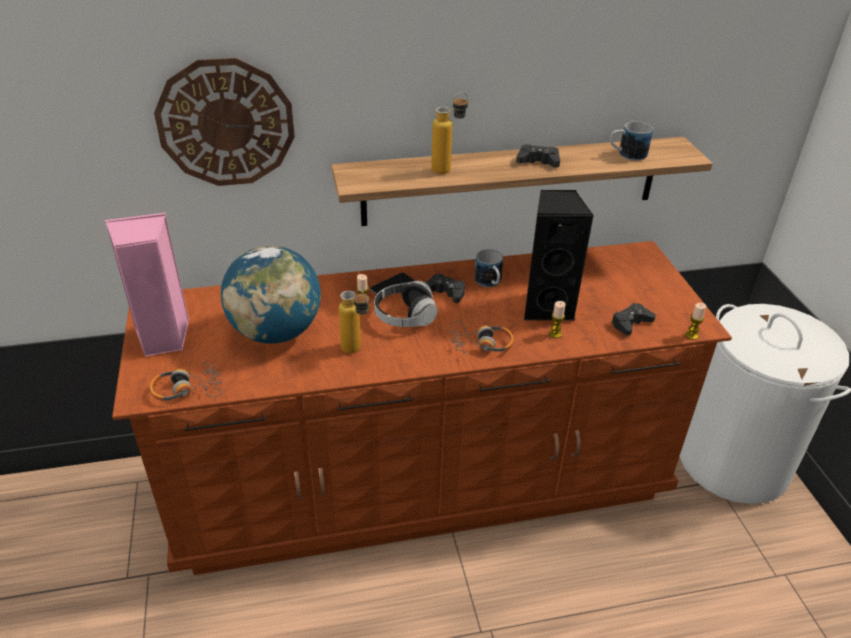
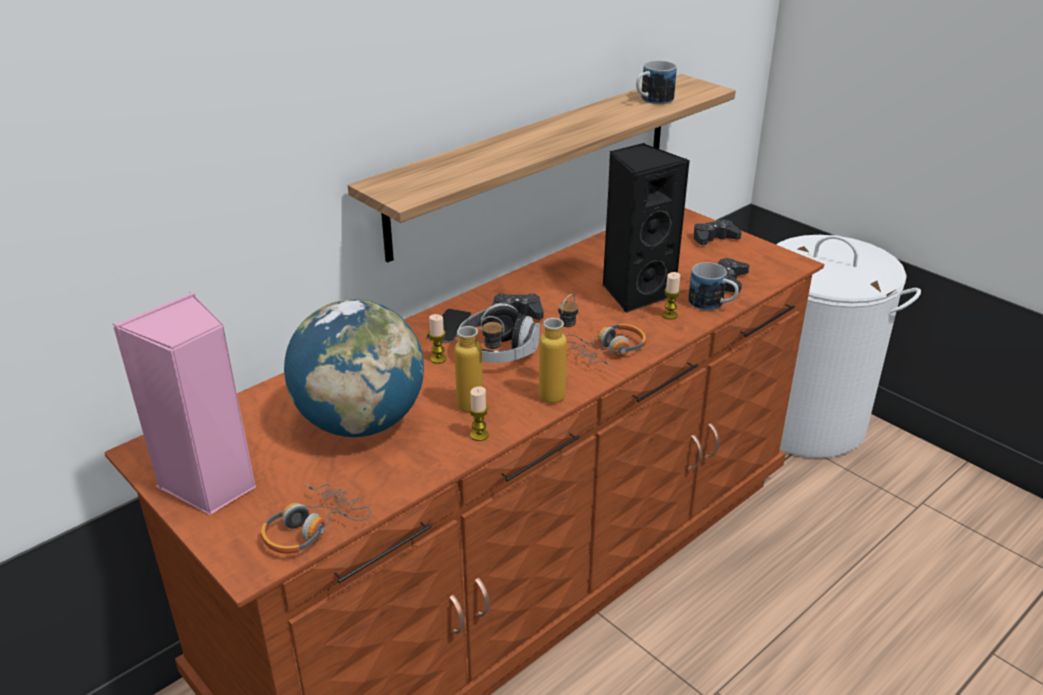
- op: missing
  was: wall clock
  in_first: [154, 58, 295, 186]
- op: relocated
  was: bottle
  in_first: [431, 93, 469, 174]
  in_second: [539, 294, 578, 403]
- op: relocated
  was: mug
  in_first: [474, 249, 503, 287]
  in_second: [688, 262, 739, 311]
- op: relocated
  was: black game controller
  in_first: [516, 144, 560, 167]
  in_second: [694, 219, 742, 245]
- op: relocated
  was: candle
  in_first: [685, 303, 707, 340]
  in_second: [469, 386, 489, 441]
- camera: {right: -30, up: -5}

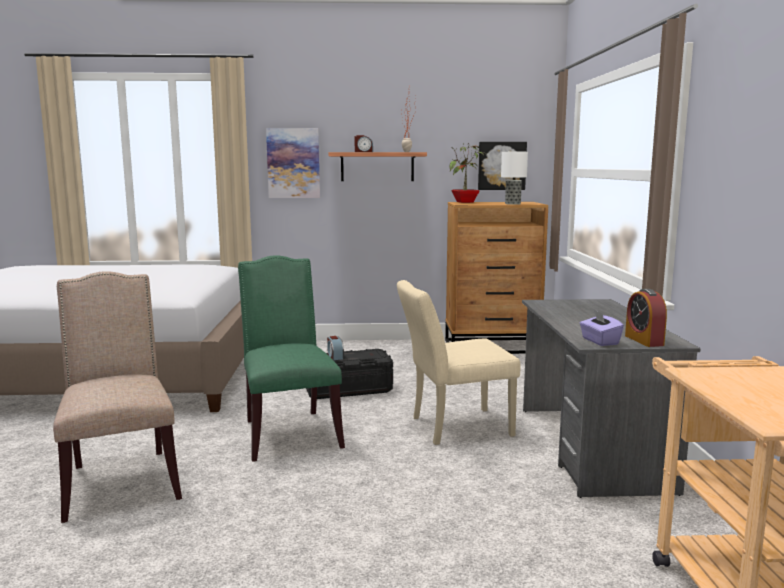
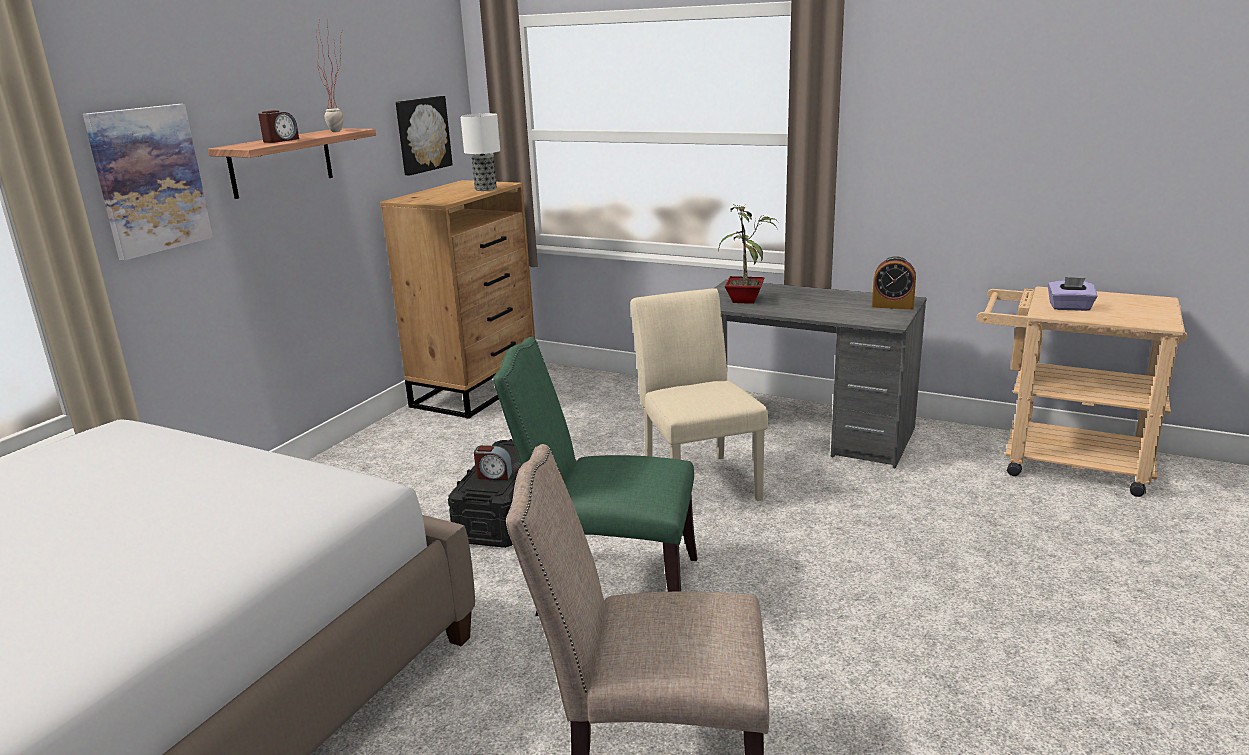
- op: spun
  was: beige chair
  in_first: [397, 280, 520, 445]
  in_second: [630, 288, 768, 501]
  clockwise: 150
- op: relocated
  was: potted plant
  in_first: [449, 142, 485, 203]
  in_second: [718, 204, 779, 304]
- op: relocated
  was: purple tissue box
  in_first: [580, 310, 624, 346]
  in_second: [1048, 277, 1098, 311]
- camera: {right: -60, up: 10}

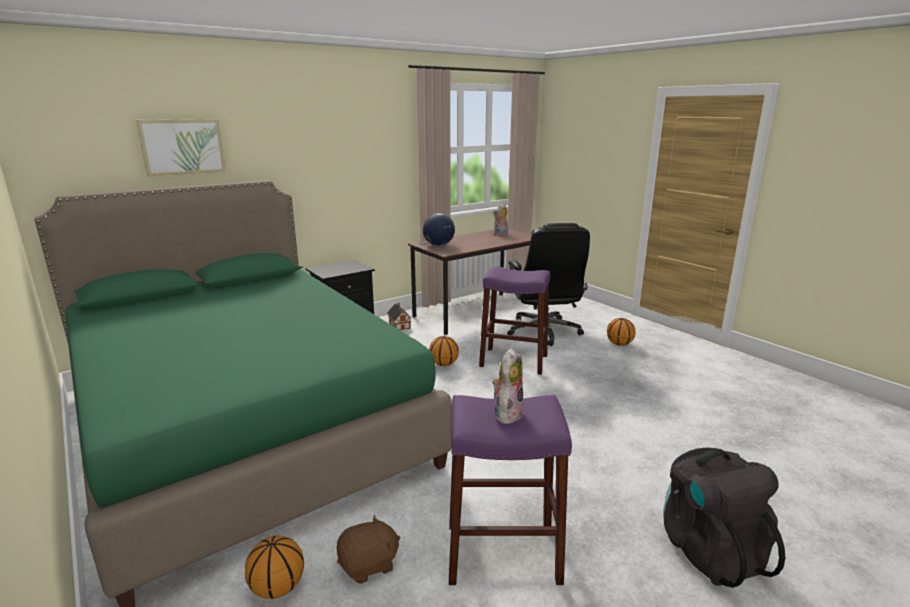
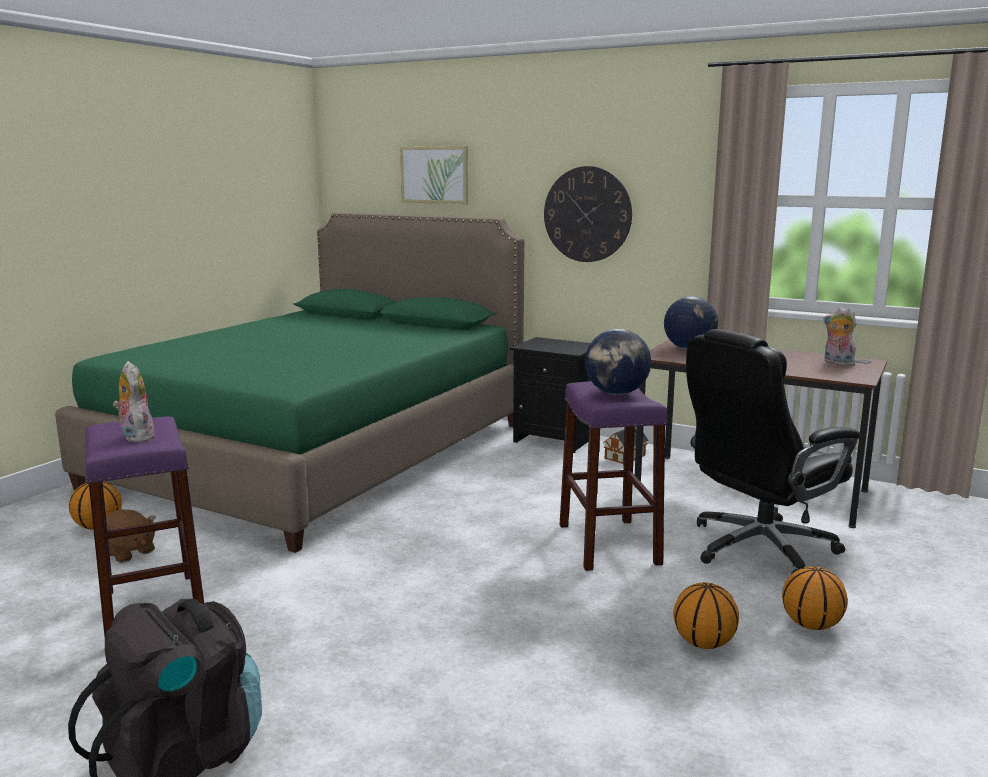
- op: relocated
  was: basketball
  in_first: [429, 336, 459, 366]
  in_second: [673, 583, 739, 649]
- op: spun
  was: plush toy
  in_first: [492, 348, 524, 424]
  in_second: [113, 361, 155, 442]
  clockwise: -120
- op: appeared
  now: wall clock
  in_second: [544, 166, 632, 262]
- op: appeared
  now: globe
  in_second: [585, 329, 651, 395]
- camera: {right: 65, up: -5}

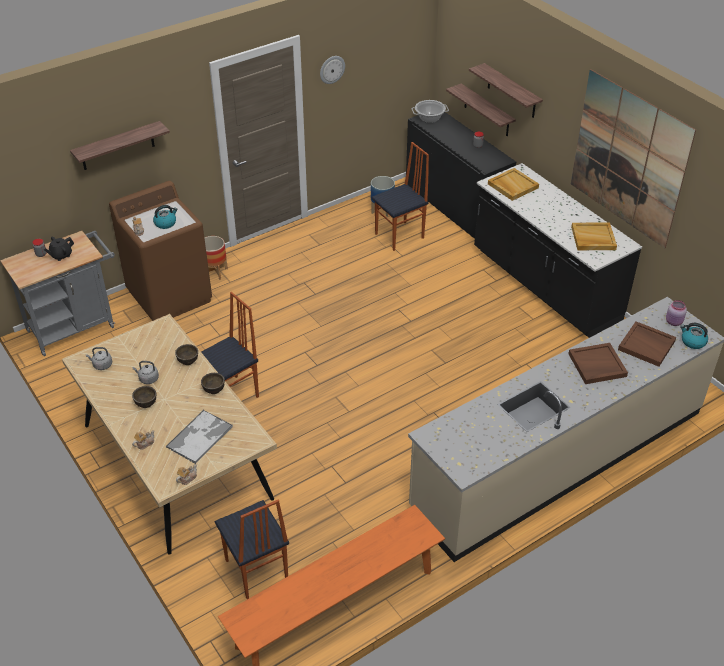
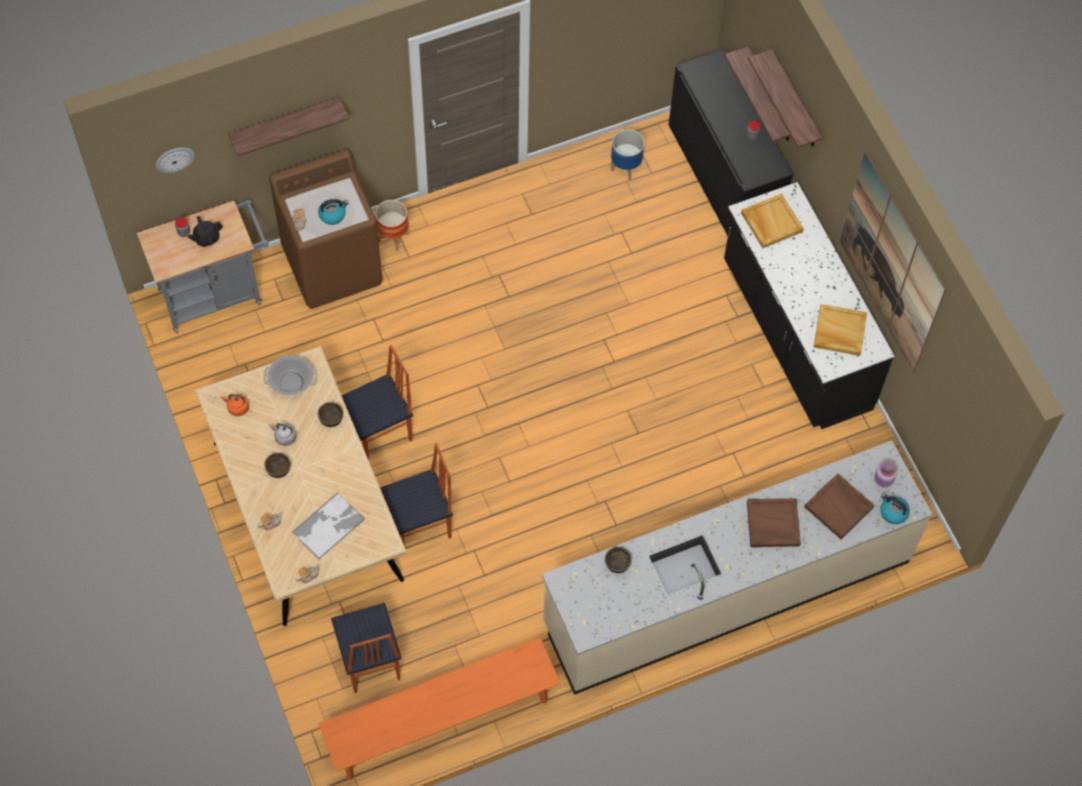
- op: colour
  was: grey kettle
  now: orange kettle
  in_first: [86, 347, 112, 370]
  in_second: [221, 394, 249, 416]
- op: relocated
  was: brown bowl
  in_first: [201, 373, 225, 394]
  in_second: [605, 547, 632, 573]
- op: relocated
  was: wall clock
  in_first: [320, 56, 345, 84]
  in_second: [156, 147, 195, 173]
- op: relocated
  was: chair
  in_first: [372, 142, 429, 251]
  in_second: [380, 443, 453, 555]
- op: relocated
  was: cooking pot
  in_first: [412, 100, 449, 123]
  in_second: [264, 355, 317, 395]
- camera: {right: 10, up: 20}

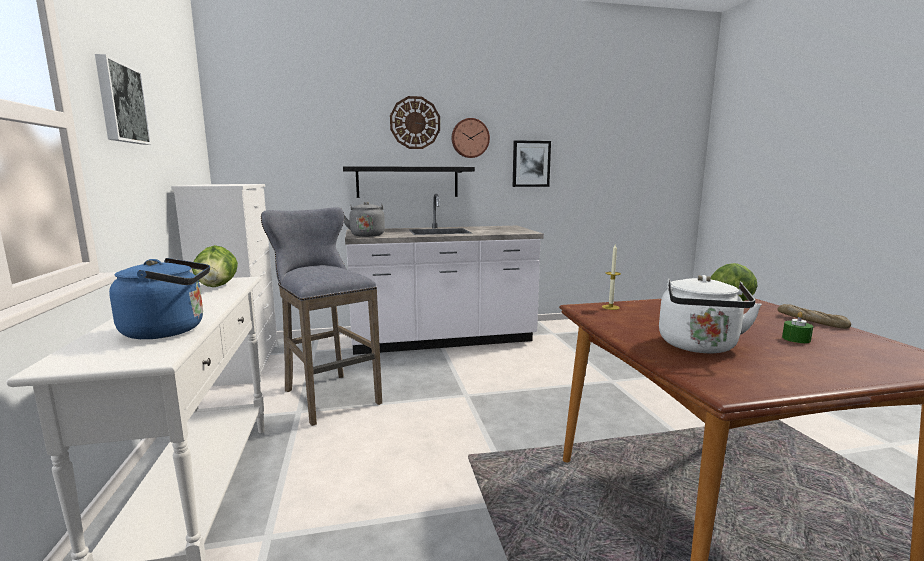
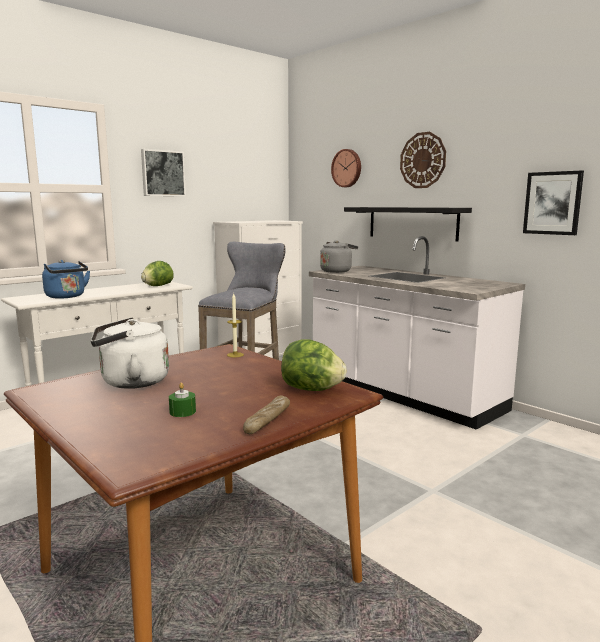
- op: relocated
  was: wall clock
  in_first: [452, 118, 490, 158]
  in_second: [331, 149, 361, 187]
- camera: {right: 60, up: 0}

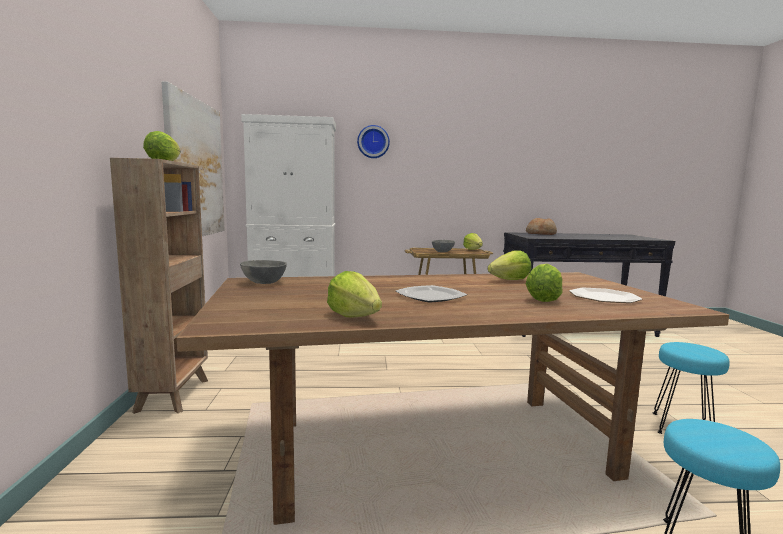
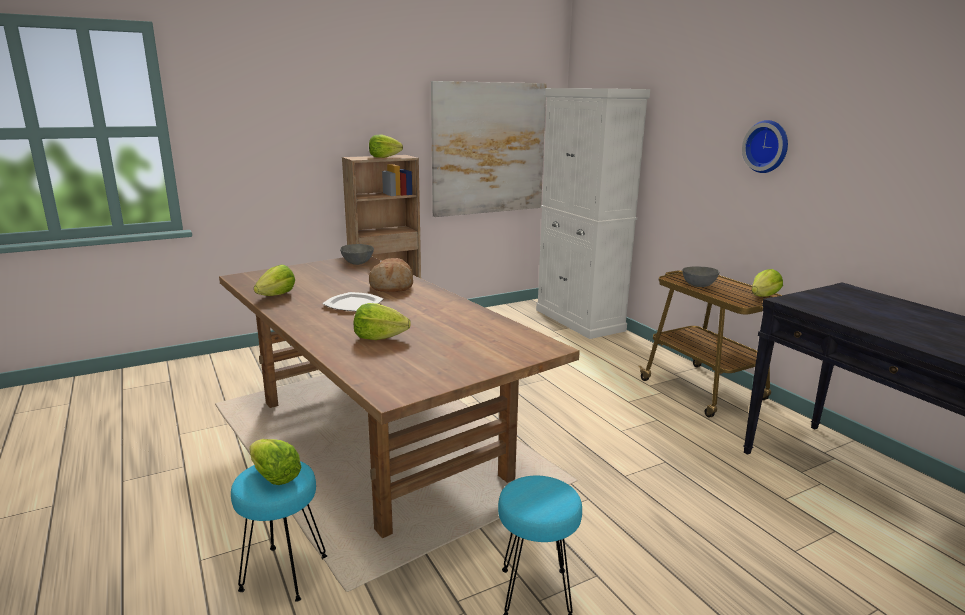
- op: relocated
  was: wall clock
  in_first: [357, 125, 390, 158]
  in_second: [742, 120, 788, 173]
- op: relocated
  was: lettuce
  in_first: [488, 250, 531, 280]
  in_second: [249, 439, 302, 485]
- op: relocated
  was: bread
  in_first: [526, 218, 557, 235]
  in_second: [369, 258, 413, 292]
- op: missing
  was: plate
  in_first: [569, 288, 642, 303]
- camera: {right: 65, up: 10}

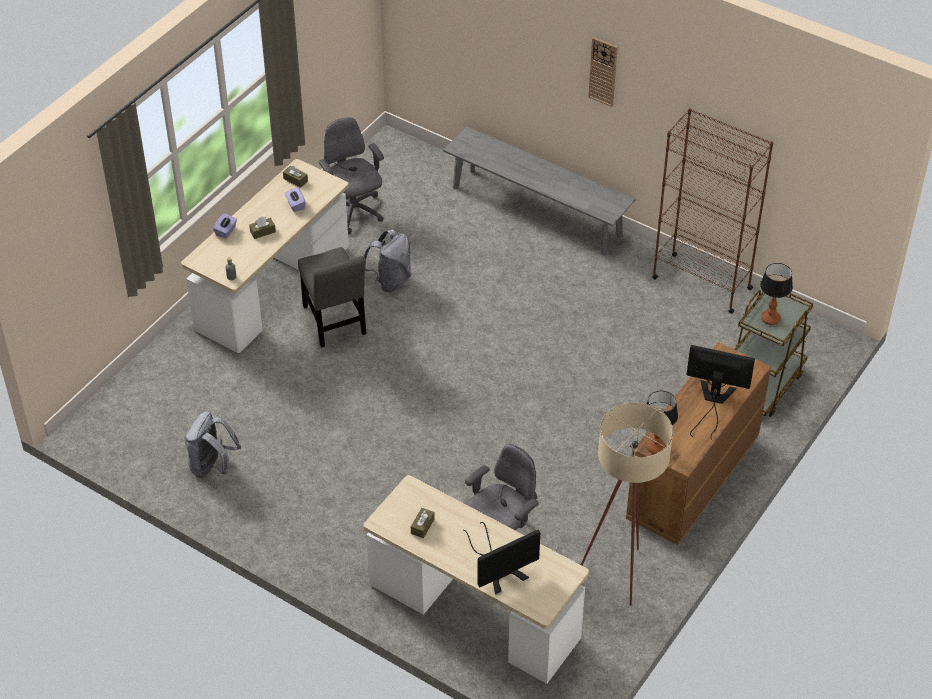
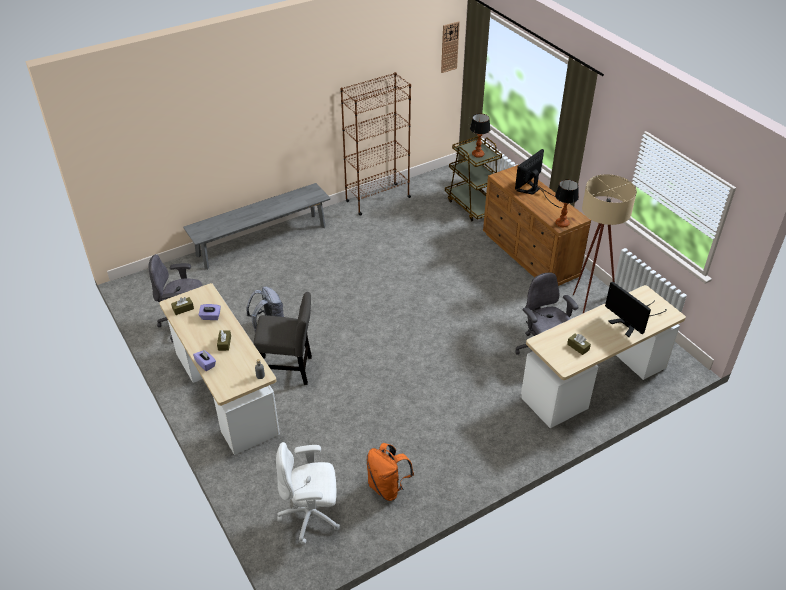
- op: colour
  was: grey backpack
  now: orange backpack
  in_first: [184, 411, 241, 477]
  in_second: [366, 443, 414, 501]
- op: spun
  was: monitor
  in_first: [463, 522, 540, 594]
  in_second: [605, 281, 667, 337]
  clockwise: 150
- op: relocated
  was: wall clock
  in_first: [588, 37, 618, 107]
  in_second: [441, 21, 460, 73]
- op: appeared
  now: white office chair
  in_second: [276, 442, 340, 545]
- camera: {right: -65, up: -5}

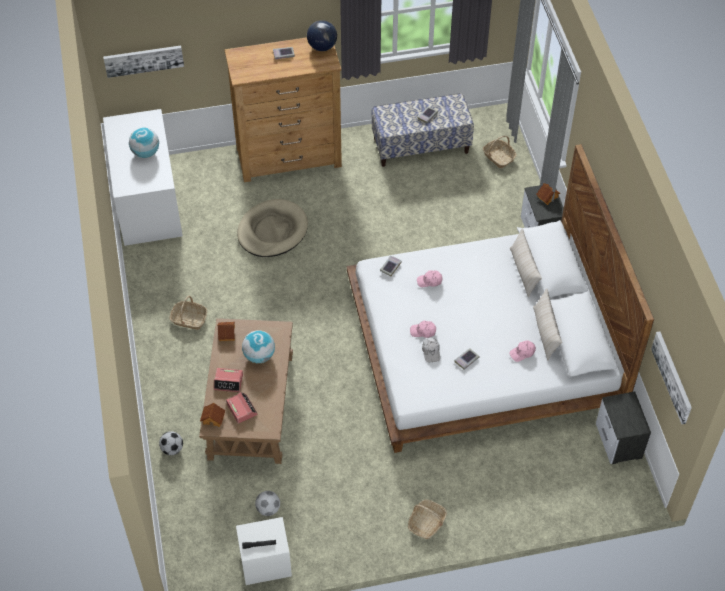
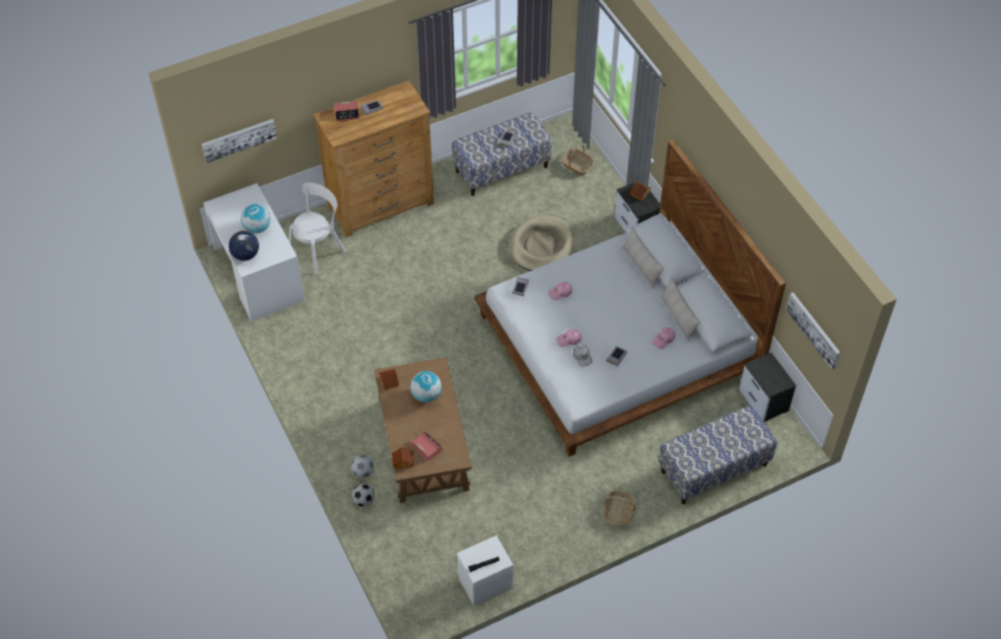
- op: missing
  was: basket
  in_first: [170, 296, 207, 330]
- op: relocated
  was: alarm clock
  in_first: [214, 368, 243, 392]
  in_second: [334, 101, 359, 121]
- op: relocated
  was: beige dog bed
  in_first: [237, 199, 308, 257]
  in_second: [509, 215, 574, 271]
- op: relocated
  was: football
  in_first: [255, 491, 280, 516]
  in_second: [351, 455, 374, 478]
- op: relocated
  was: globe
  in_first: [307, 20, 337, 51]
  in_second: [229, 231, 259, 261]
- op: appeared
  now: white chair
  in_second: [289, 183, 346, 274]
- op: appeared
  now: bench
  in_second: [659, 405, 777, 504]
- camera: {right: -15, up: 0}

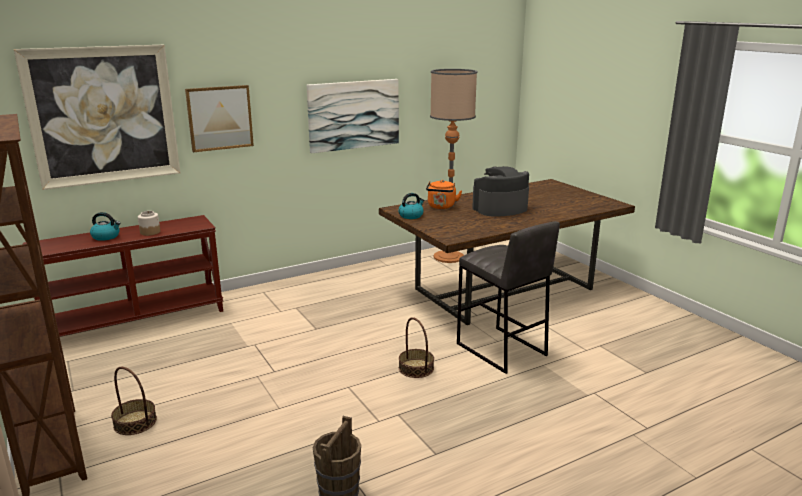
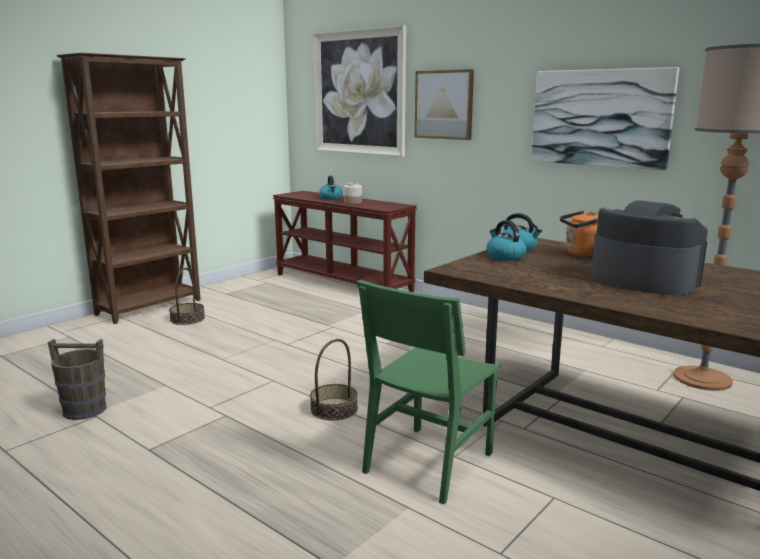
- op: exchanged
  was: grey stool
  now: green chair
  in_first: [457, 221, 560, 374]
  in_second: [357, 280, 501, 505]
- op: appeared
  now: kettle
  in_second: [486, 220, 526, 261]
- camera: {right: 70, up: -5}

